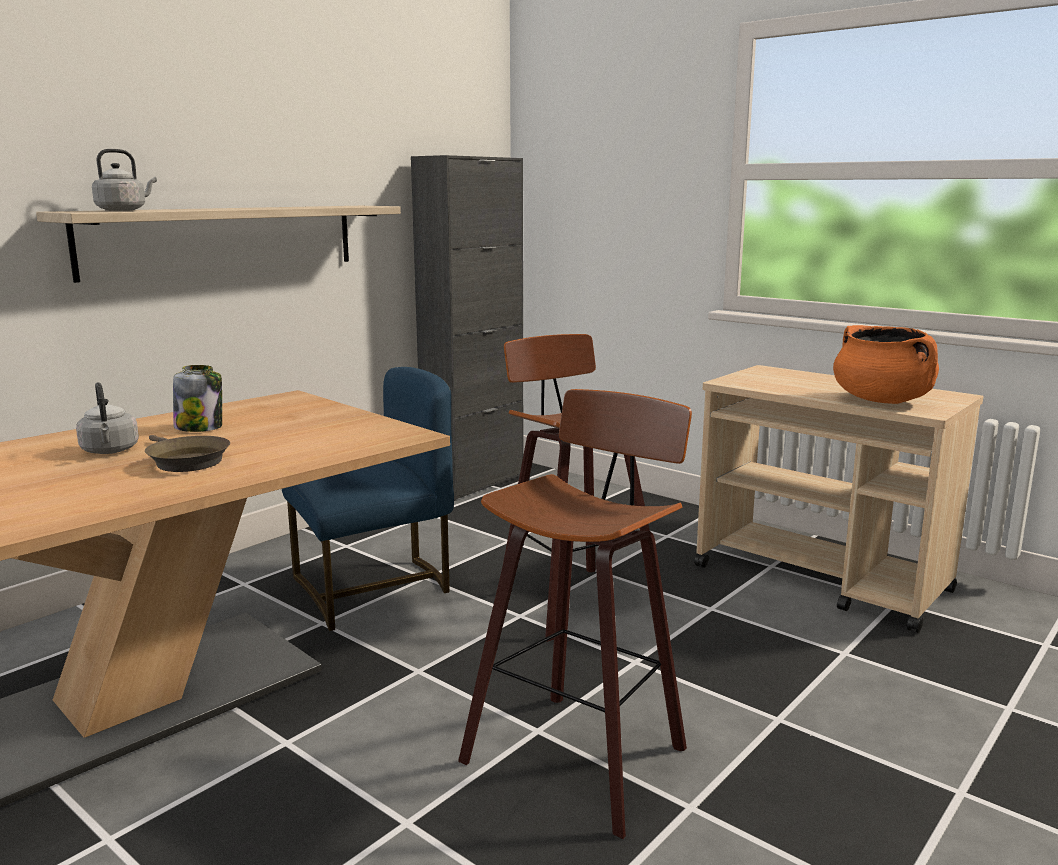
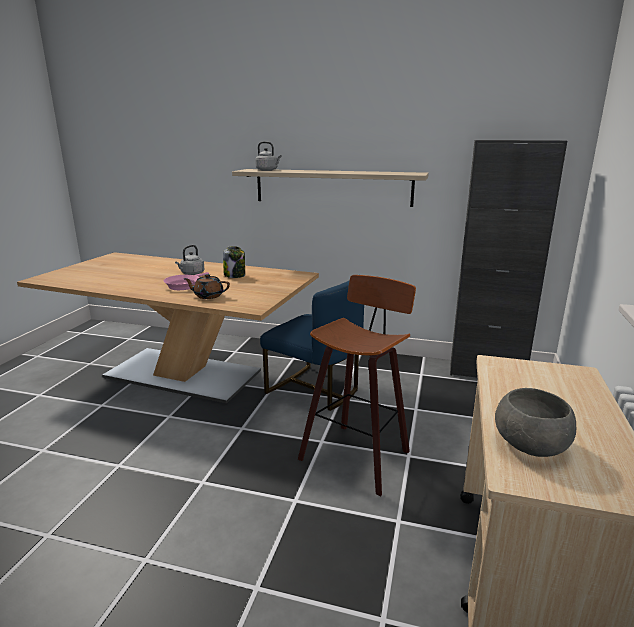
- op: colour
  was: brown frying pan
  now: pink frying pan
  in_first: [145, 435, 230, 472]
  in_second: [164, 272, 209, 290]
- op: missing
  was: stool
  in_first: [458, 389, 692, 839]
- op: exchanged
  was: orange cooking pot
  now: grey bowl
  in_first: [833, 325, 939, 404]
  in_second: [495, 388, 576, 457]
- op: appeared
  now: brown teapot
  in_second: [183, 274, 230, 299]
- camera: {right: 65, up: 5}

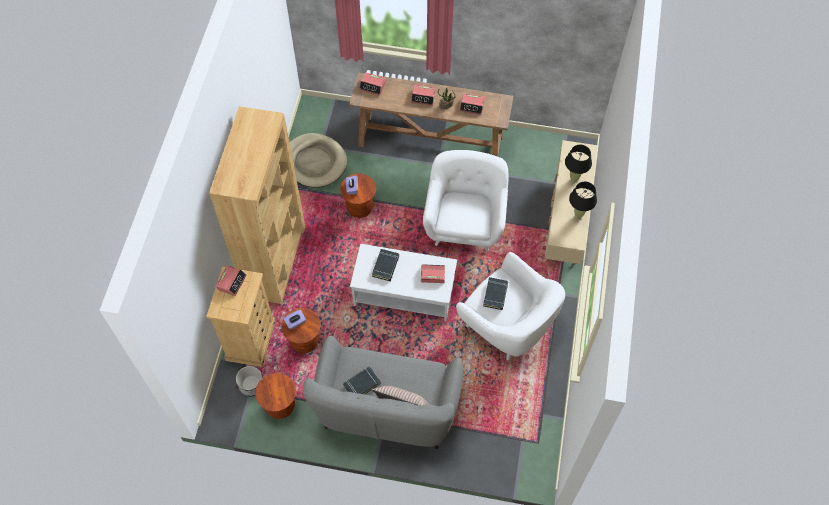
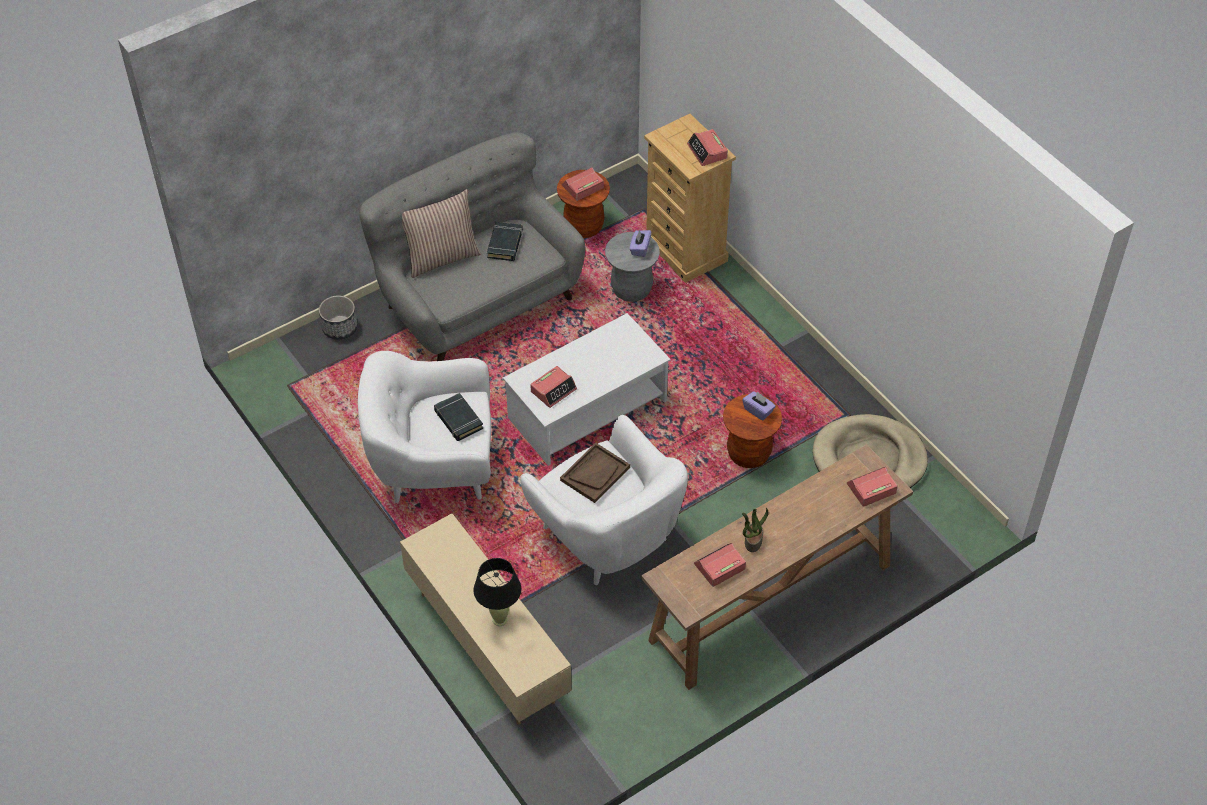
- op: missing
  was: brown bookcase
  in_first: [209, 106, 305, 304]
- op: relocated
  was: planter
  in_first: [236, 366, 263, 397]
  in_second: [319, 295, 357, 339]
- op: colour
  was: brown stool
  now: grey stool
  in_first: [281, 308, 321, 353]
  in_second: [605, 232, 660, 302]
- op: missing
  was: black book
  in_first: [372, 249, 399, 281]
- op: relocated
  was: alarm clock
  in_first: [411, 85, 436, 106]
  in_second: [562, 167, 604, 201]
- op: missing
  was: black table lamp
  in_first: [569, 182, 597, 220]
- op: appeared
  now: brown tray
  in_second: [560, 443, 630, 503]
- camera: {right: 135, up: -10}

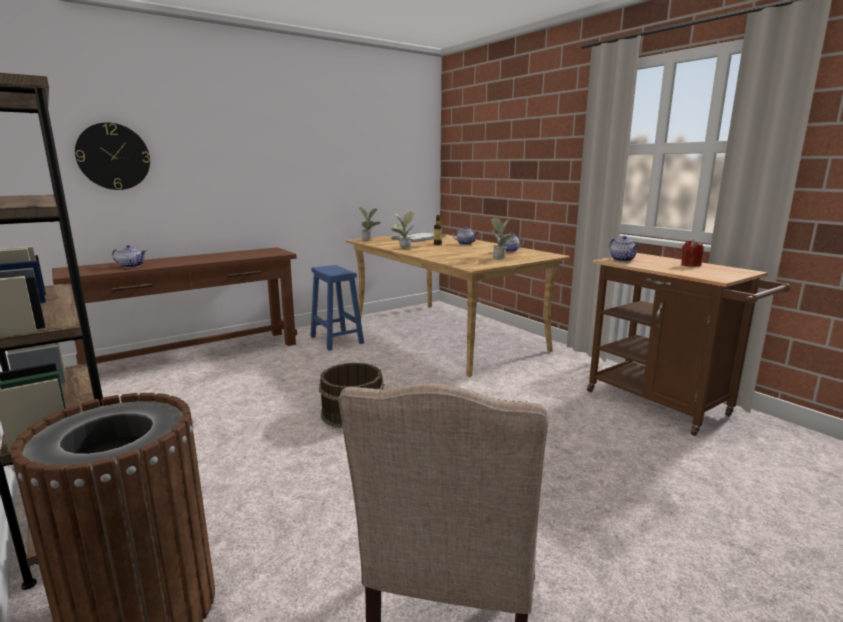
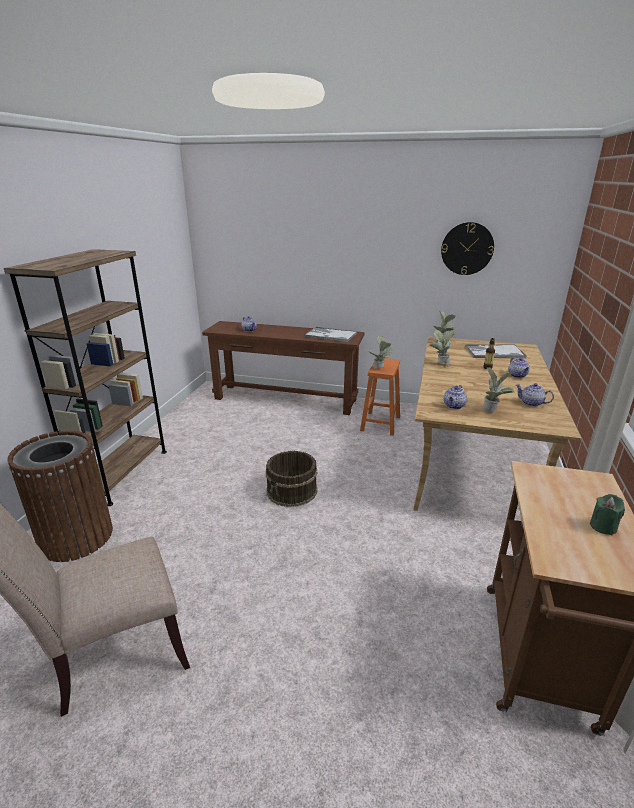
- op: relocated
  was: wall clock
  in_first: [75, 122, 150, 190]
  in_second: [441, 222, 494, 275]
- op: colour
  was: blue stool
  now: orange stool
  in_first: [310, 265, 364, 351]
  in_second: [360, 358, 400, 436]
- op: relocated
  was: teapot
  in_first: [609, 236, 639, 262]
  in_second: [444, 385, 467, 409]
- op: colour
  was: red candle
  now: green candle
  in_first: [681, 240, 704, 267]
  in_second: [590, 494, 625, 535]
- op: appeared
  now: tray
  in_second: [304, 327, 357, 342]
- op: appeared
  now: potted plant
  in_second: [367, 336, 394, 369]
- camera: {right: 50, up: 10}

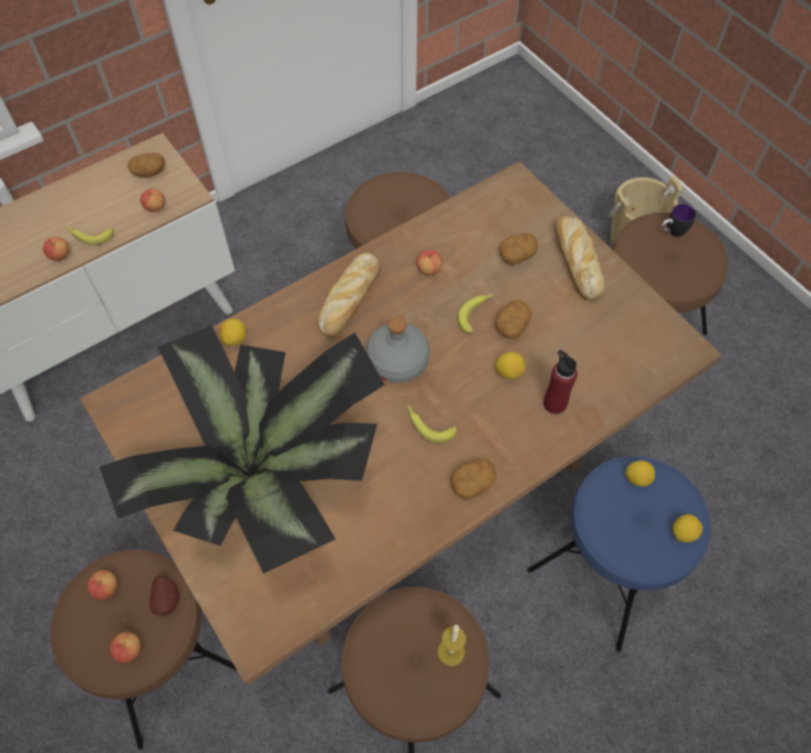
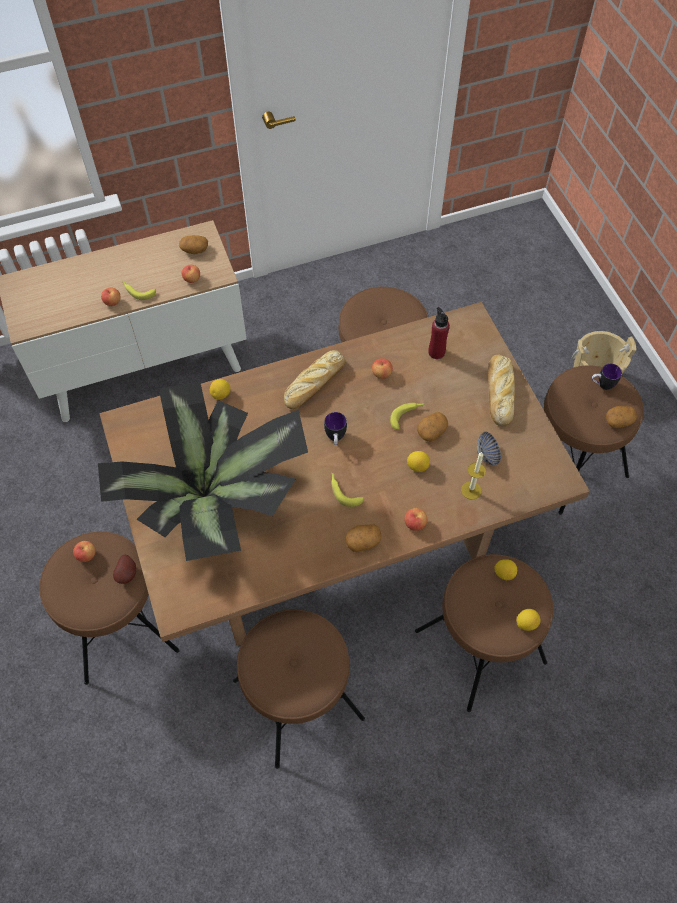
- op: relocated
  was: apple
  in_first: [110, 632, 141, 663]
  in_second: [404, 508, 427, 531]
- op: exchanged
  was: grey bottle
  now: mug
  in_first: [365, 316, 430, 383]
  in_second: [324, 412, 347, 445]
- op: relocated
  was: candle
  in_first: [438, 625, 466, 666]
  in_second: [461, 452, 486, 500]
- op: relocated
  was: potato
  in_first: [499, 233, 539, 265]
  in_second: [606, 406, 637, 428]
- op: colour
  was: blue stool
  now: brown stool
  in_first: [527, 456, 711, 652]
  in_second: [415, 554, 553, 712]
- op: relocated
  was: red bottle
  in_first: [543, 350, 577, 414]
  in_second: [428, 307, 450, 359]
- op: appeared
  now: bowl
  in_second: [477, 432, 501, 465]
- camera: {right: 15, up: 0}

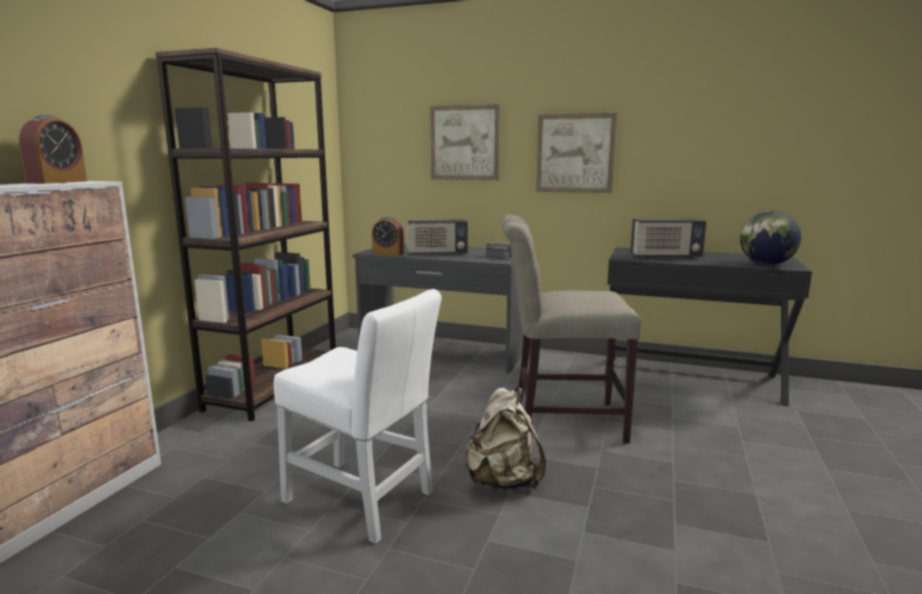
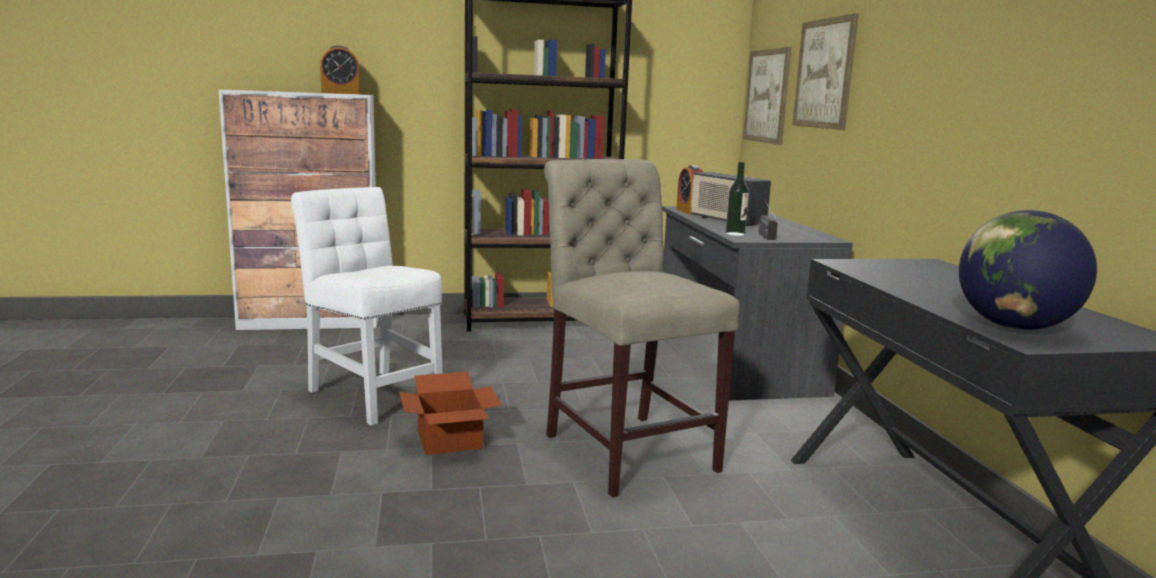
- op: spun
  was: white chair
  in_first: [273, 289, 442, 544]
  in_second: [291, 187, 443, 426]
  clockwise: 135
- op: exchanged
  was: beige backpack
  now: cardboard box
  in_first: [464, 387, 546, 490]
  in_second: [399, 372, 502, 455]
- op: relocated
  was: picture
  in_first: [536, 113, 617, 193]
  in_second: [743, 47, 792, 145]
- op: missing
  was: radio
  in_first: [630, 218, 706, 259]
- op: appeared
  now: bottle
  in_second: [726, 162, 749, 236]
- camera: {right: 60, up: 0}

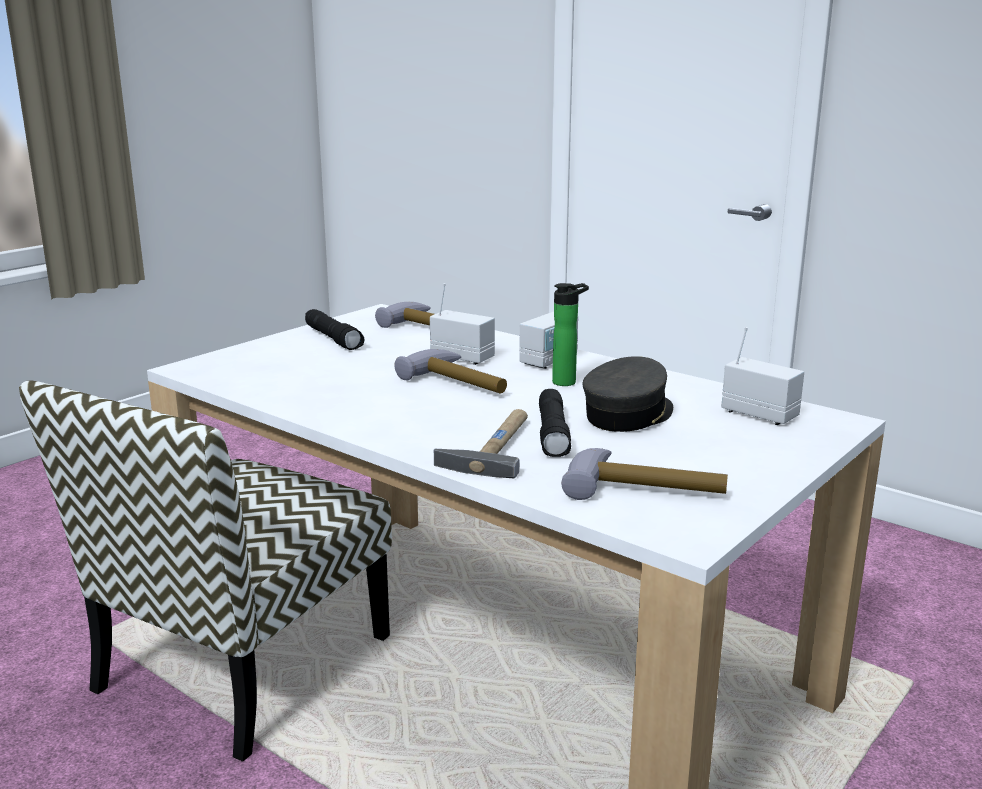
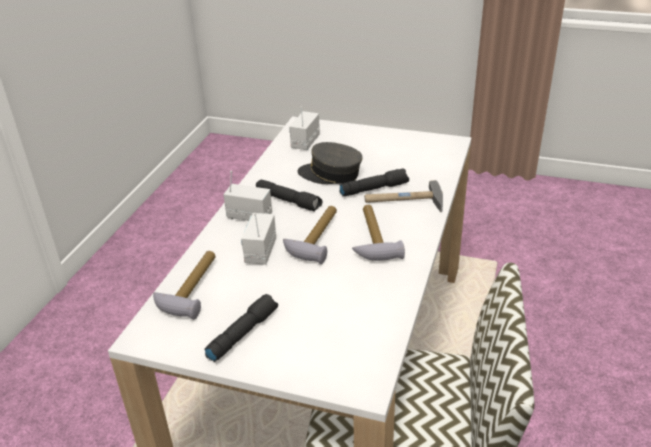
- op: exchanged
  was: bottle
  now: black flashlight
  in_first: [552, 283, 589, 386]
  in_second: [256, 180, 322, 212]
- op: relocated
  was: hammer
  in_first: [561, 448, 728, 500]
  in_second: [352, 205, 405, 261]
- camera: {right: -110, up: 15}

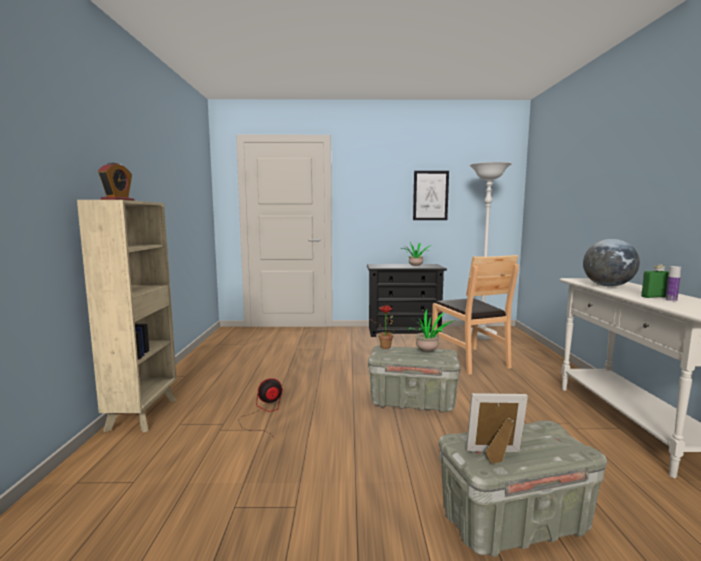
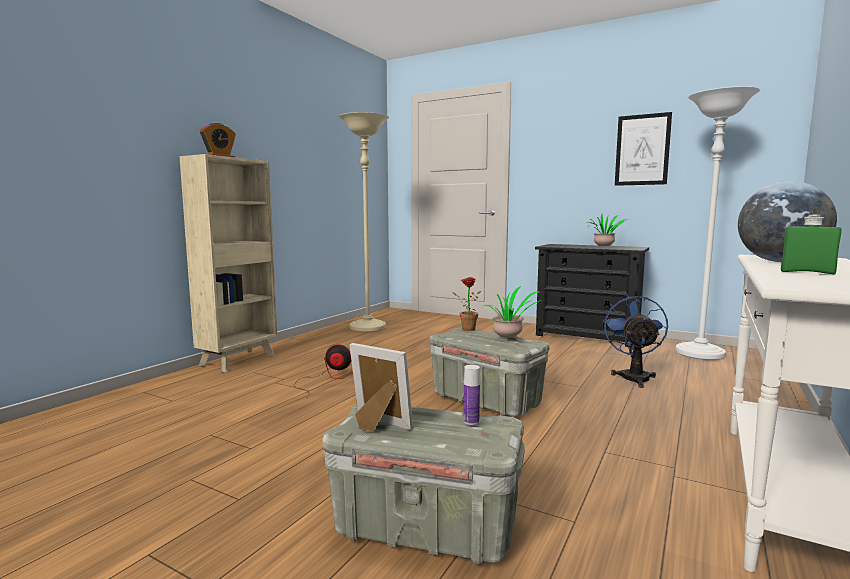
- op: exchanged
  was: brown chair
  now: blue fan
  in_first: [432, 255, 519, 375]
  in_second: [603, 295, 668, 388]
- op: relocated
  was: bottle
  in_first: [665, 266, 681, 301]
  in_second: [463, 365, 480, 425]
- op: appeared
  now: beige floor lamp
  in_second: [339, 112, 389, 332]
- camera: {right: 30, up: 0}

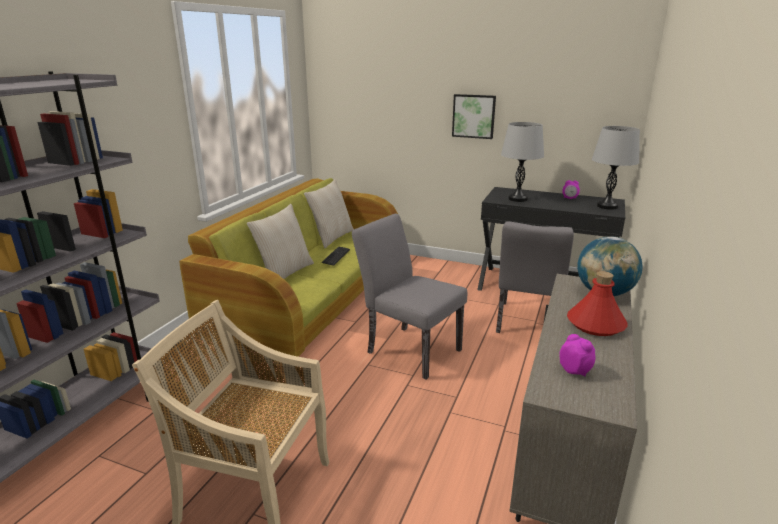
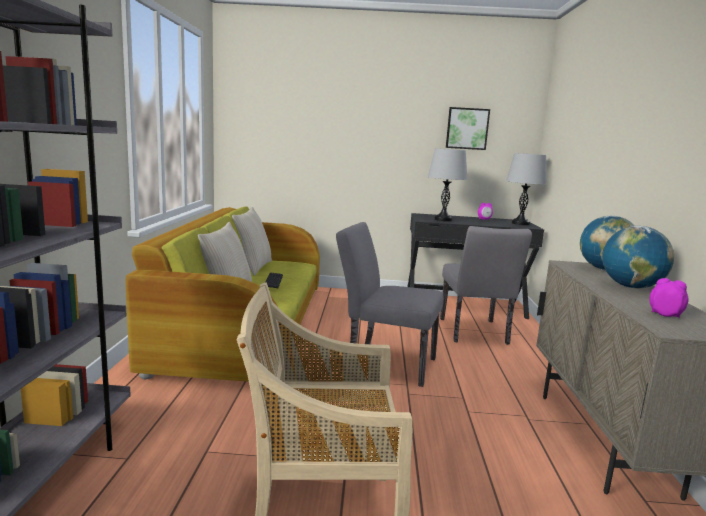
- op: relocated
  was: picture
  in_first: [452, 94, 496, 139]
  in_second: [446, 107, 490, 150]
- op: exchanged
  was: red bottle
  now: globe
  in_first: [567, 271, 628, 336]
  in_second: [602, 226, 674, 288]
- camera: {right: -20, up: -10}

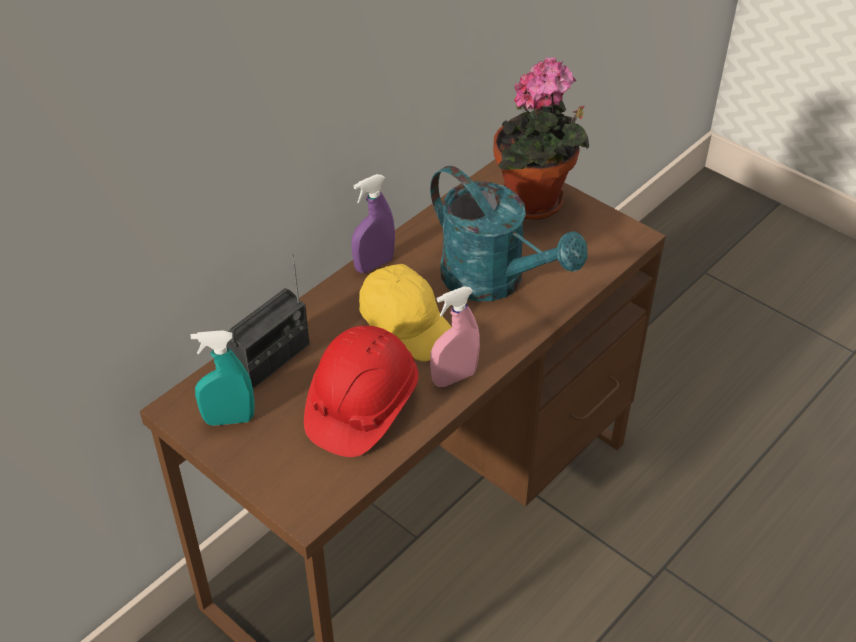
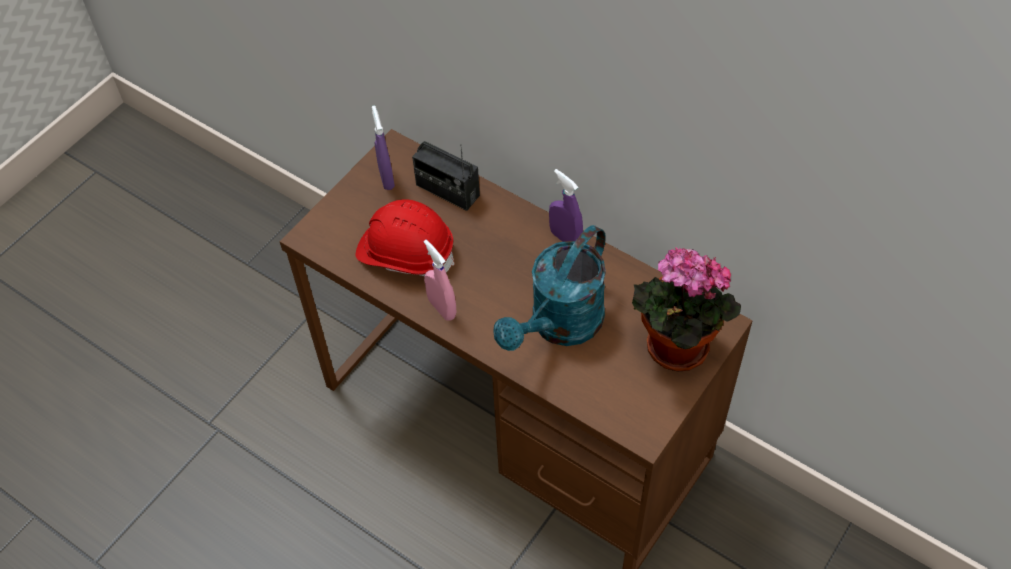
- op: colour
  was: turquoise spray bottle
  now: purple spray bottle
  in_first: [191, 330, 255, 426]
  in_second: [372, 106, 395, 190]
- op: missing
  was: yellow cap
  in_first: [359, 264, 452, 361]
- camera: {right: 85, up: 10}

